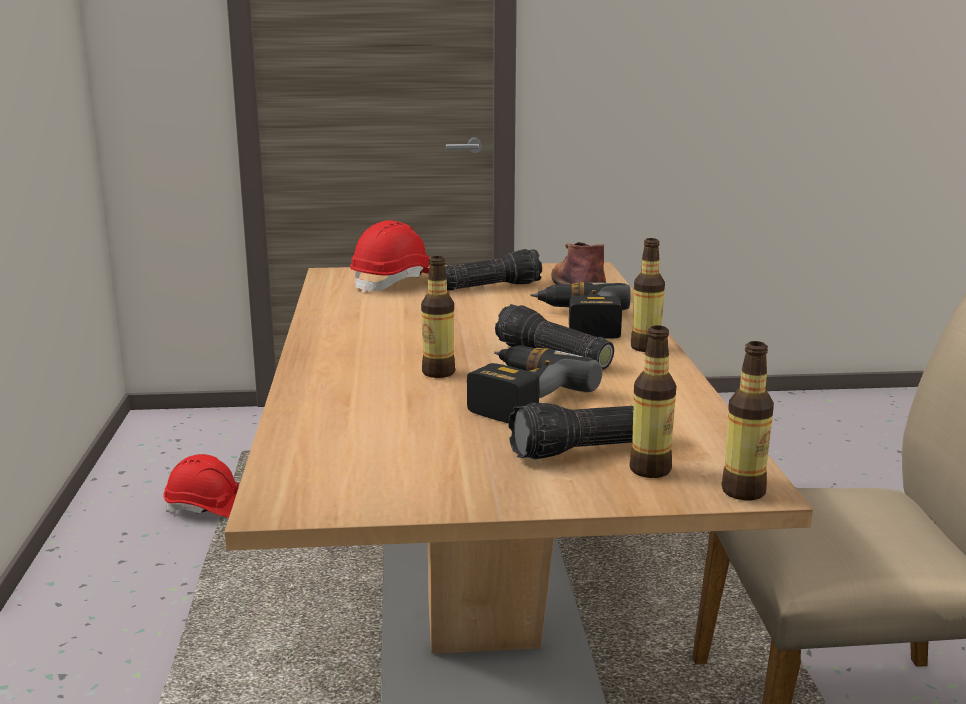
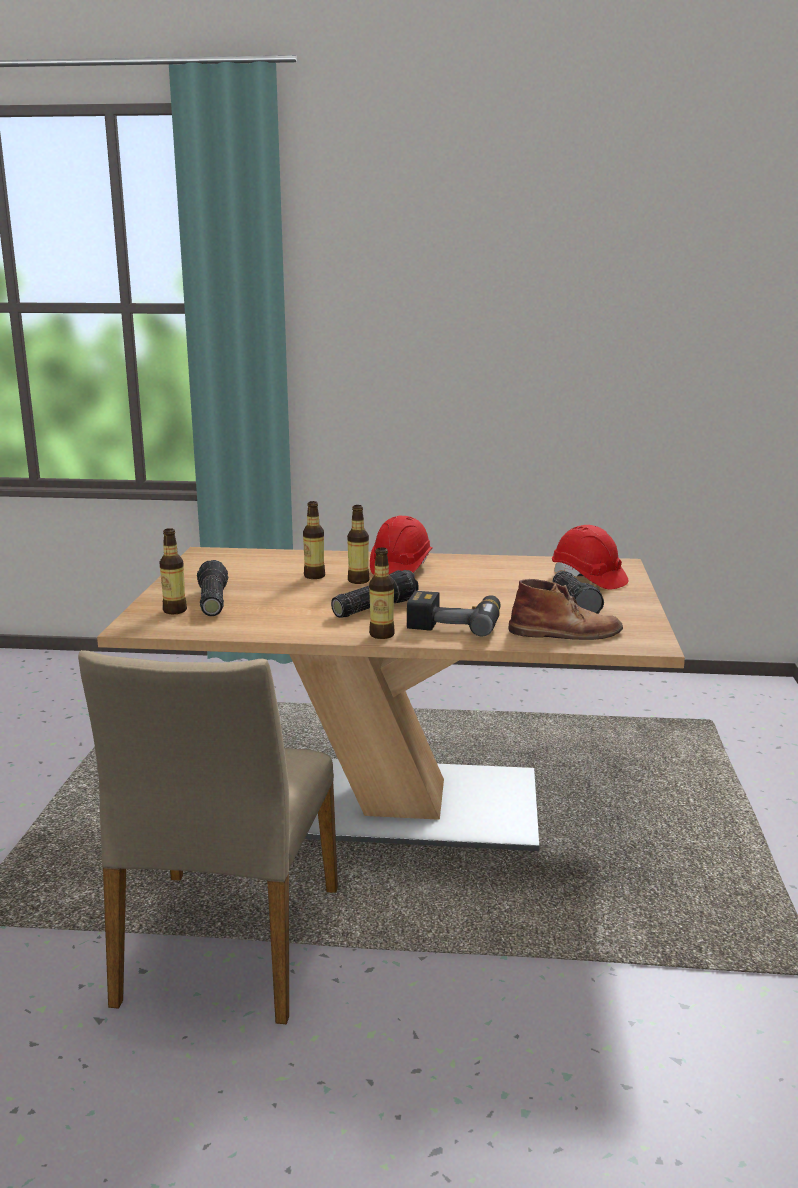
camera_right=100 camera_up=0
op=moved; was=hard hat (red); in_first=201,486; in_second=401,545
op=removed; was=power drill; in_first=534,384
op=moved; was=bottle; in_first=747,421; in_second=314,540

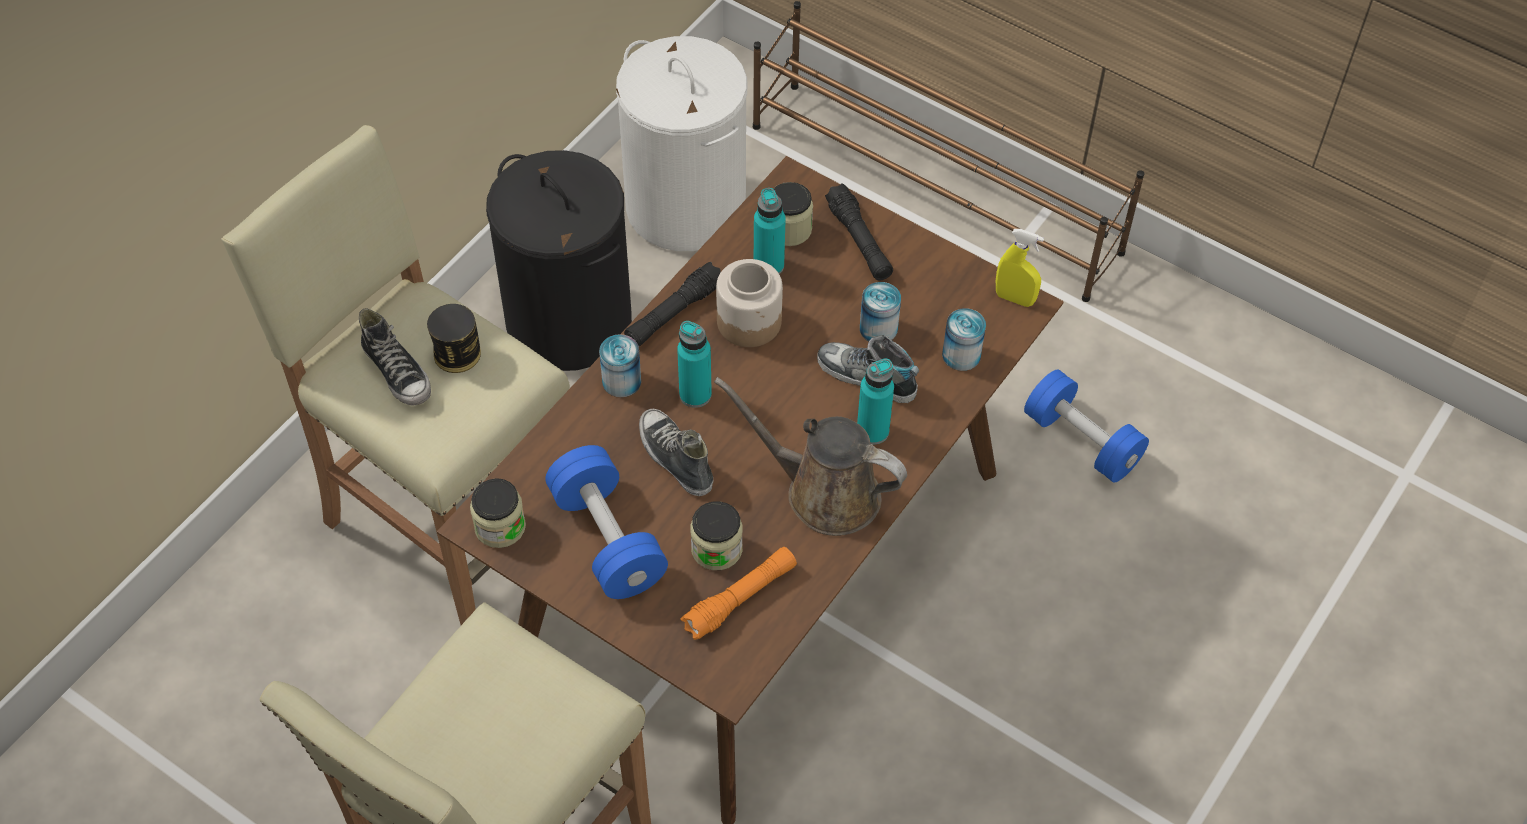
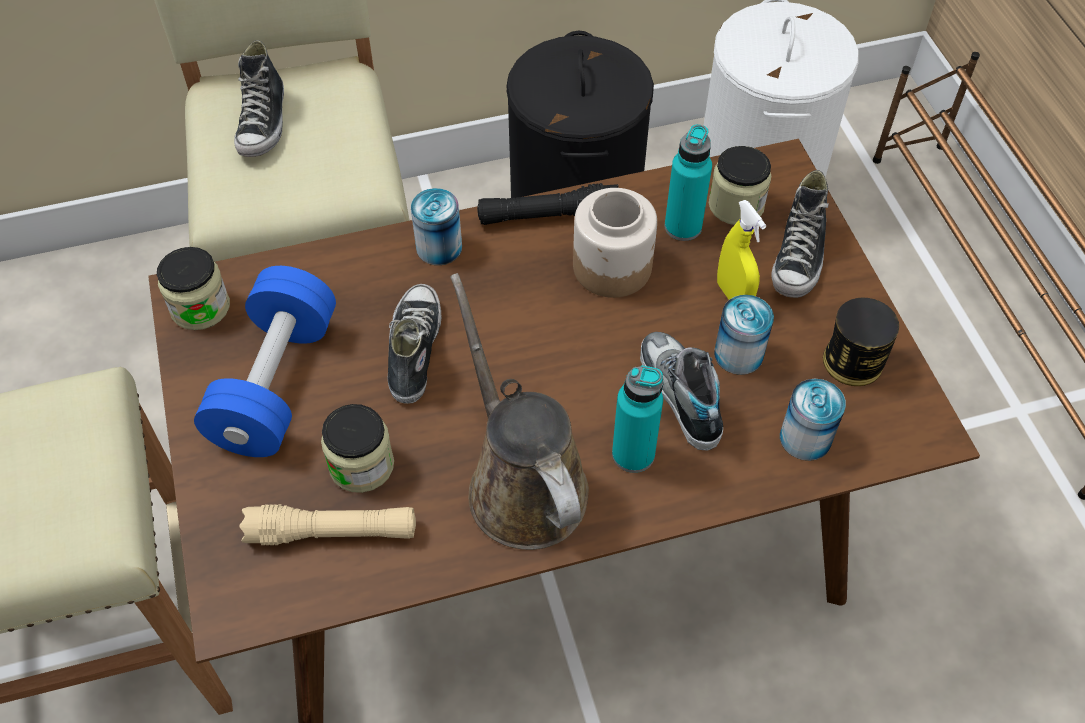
camera_right=40 camera_up=0
op=moved; was=can; in_first=454,338; in_second=861,341
op=removed; was=bottle (turquoise); in_first=694,364
op=recoloured; was=flashlight (orange); now=flashlight (beige); in_first=738,593; in_second=328,524
op=replaced; was=flashlight (black); now=shoe; in_first=859,232; in_second=800,234
op=moved; was=spray bottle (yellow); in_first=1020,268; in_second=741,250
op=removed; was=dumbbell (blue); in_first=1086,426

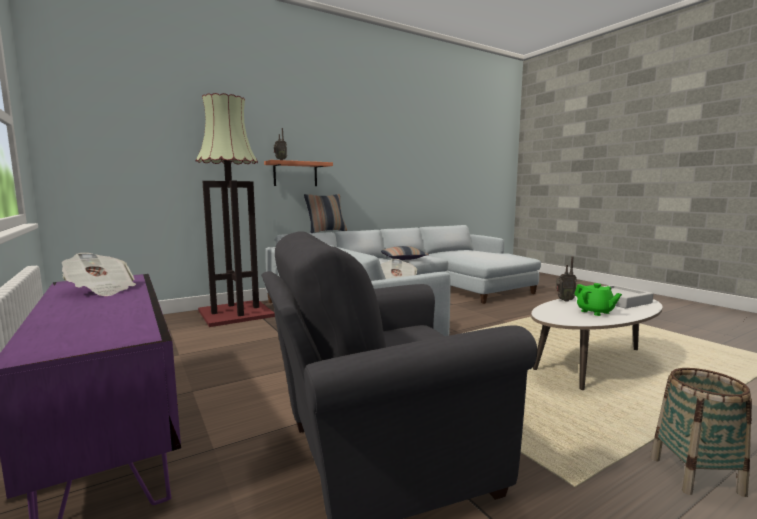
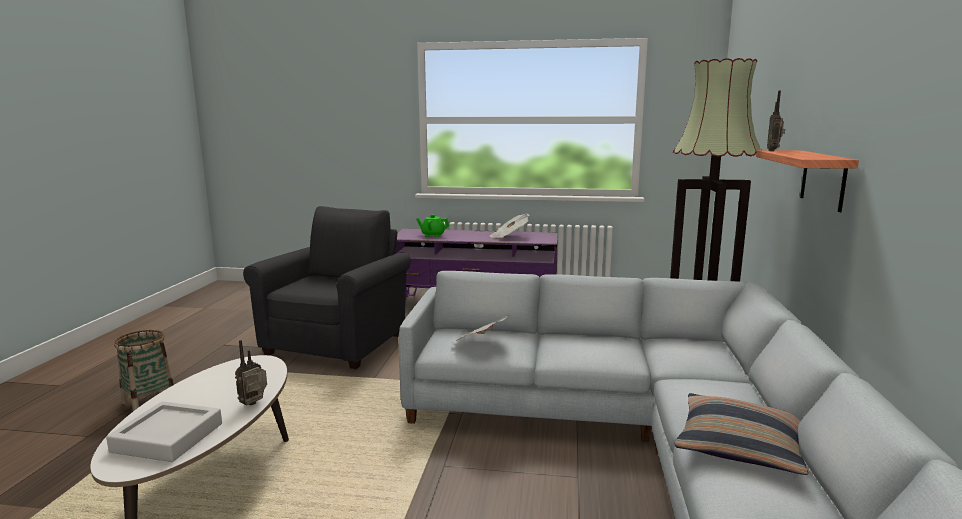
camera_right=130 camera_up=5
op=removed; was=pillow; in_first=325,213
op=moved; was=teapot (green); in_first=598,299; in_second=432,226

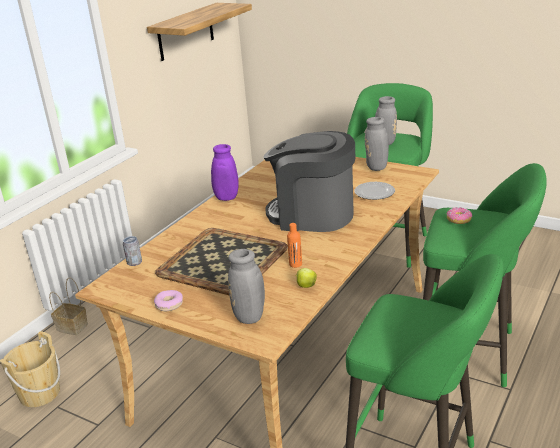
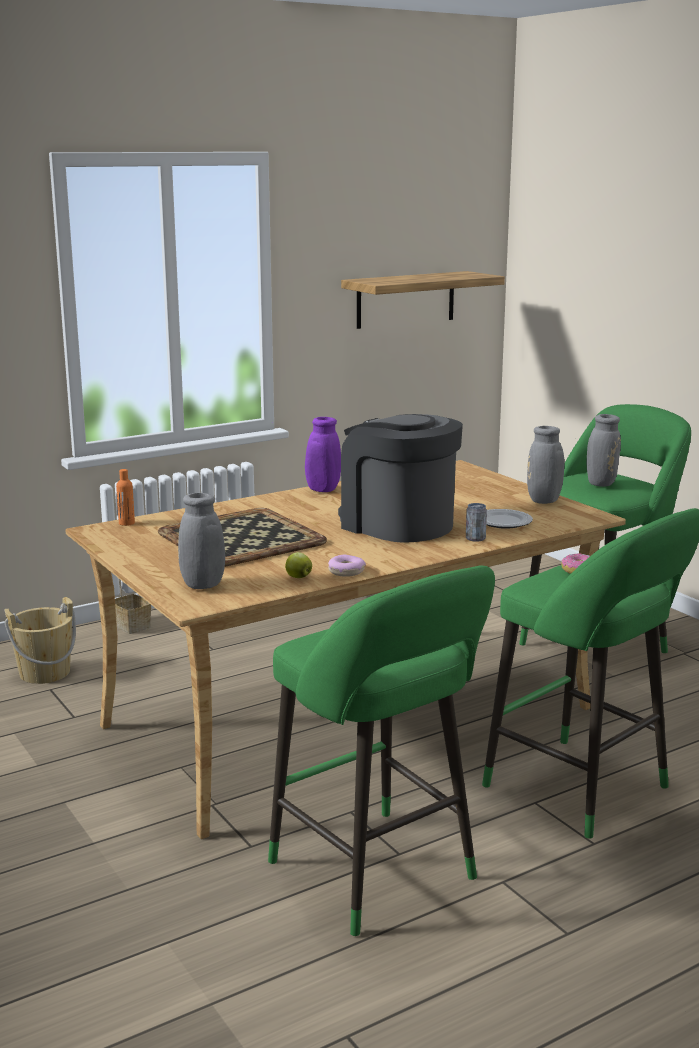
camera_right=25 camera_up=-10
op=moved; was=can; in_first=132,251; in_second=476,522
op=moved; was=donut; in_first=168,300; in_second=347,565
op=moved; was=bottle (orange); in_first=294,245; in_second=125,497

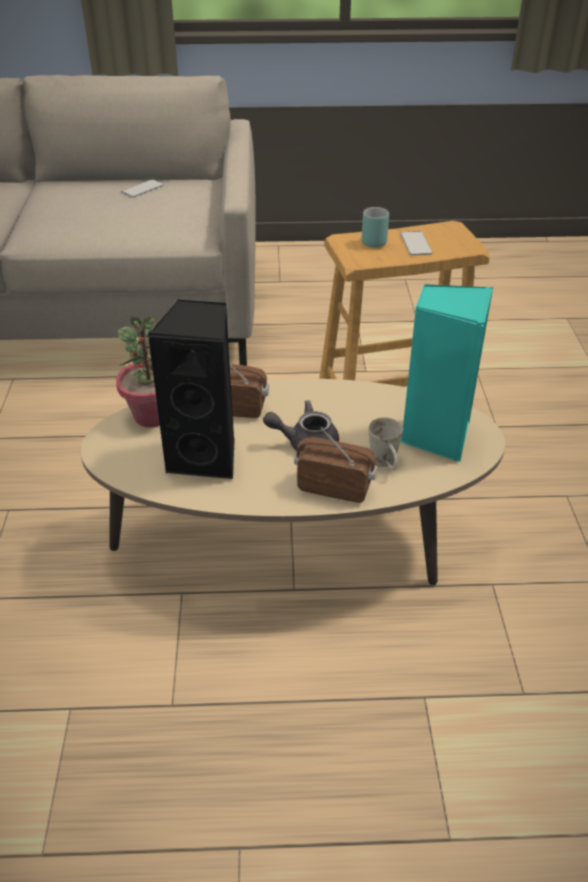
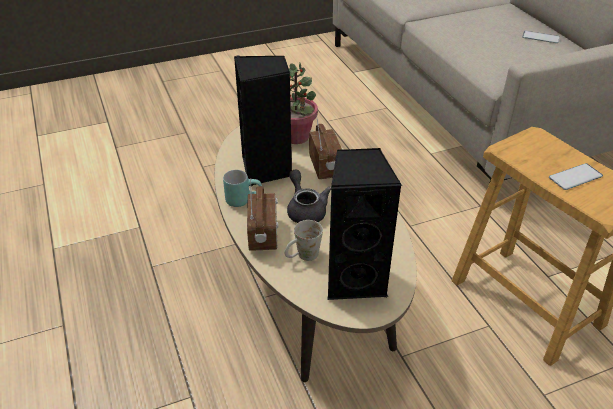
camera_right=70 camera_up=0
op=moved; was=mug (turquoise); in_first=375,227; in_second=242,188
op=recoloured; was=speaker (turquoise); now=speaker (black); in_first=447,373; in_second=364,224

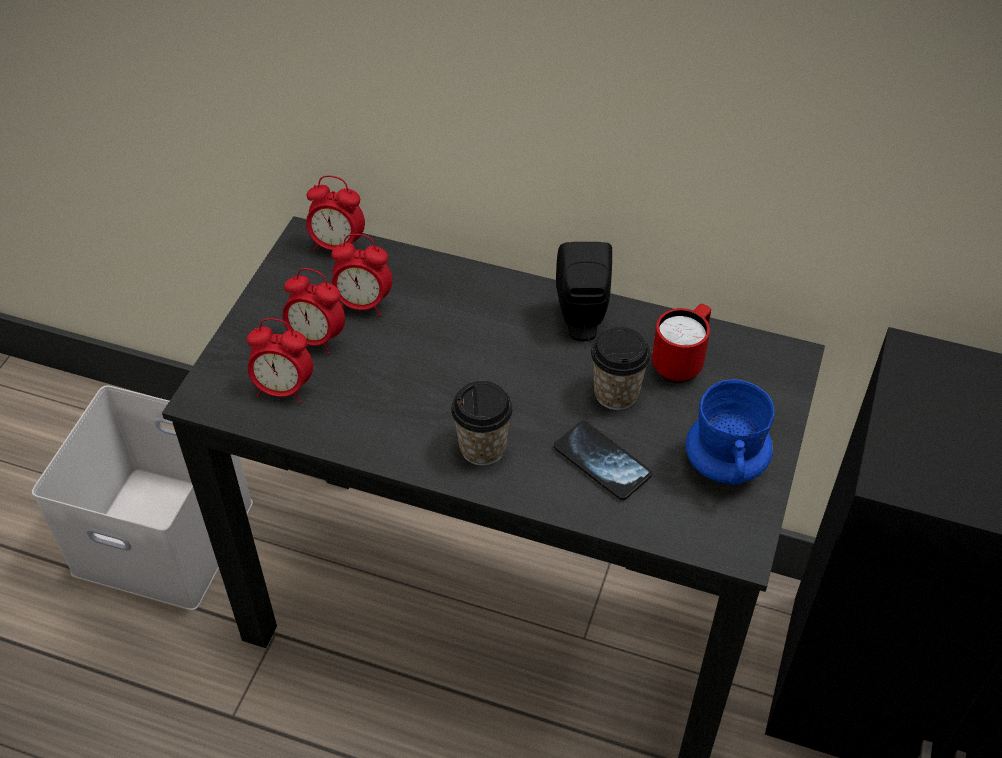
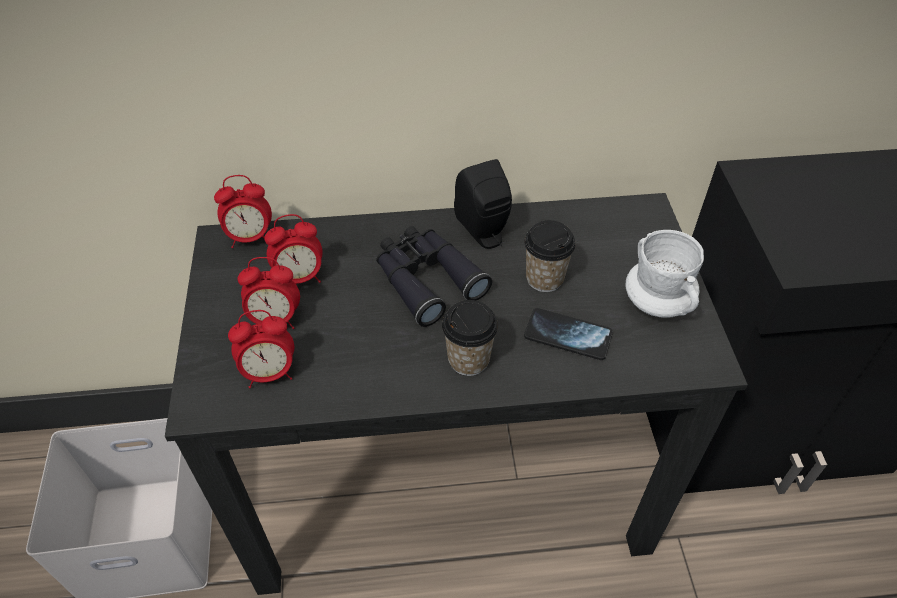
camera_right=-25 camera_up=0
op=removed; was=mug (red); in_first=681,343
op=recoloured; was=mug (blue); now=mug (white); in_first=730,432; in_second=664,274
op=added; now=binoculars (black); in_second=434,276

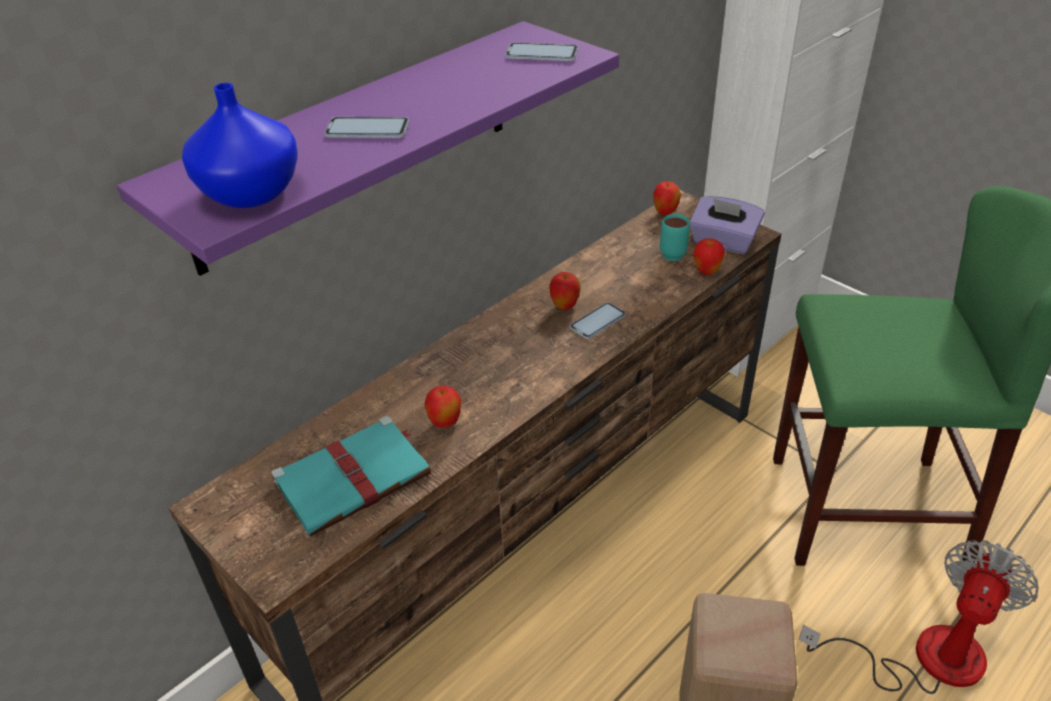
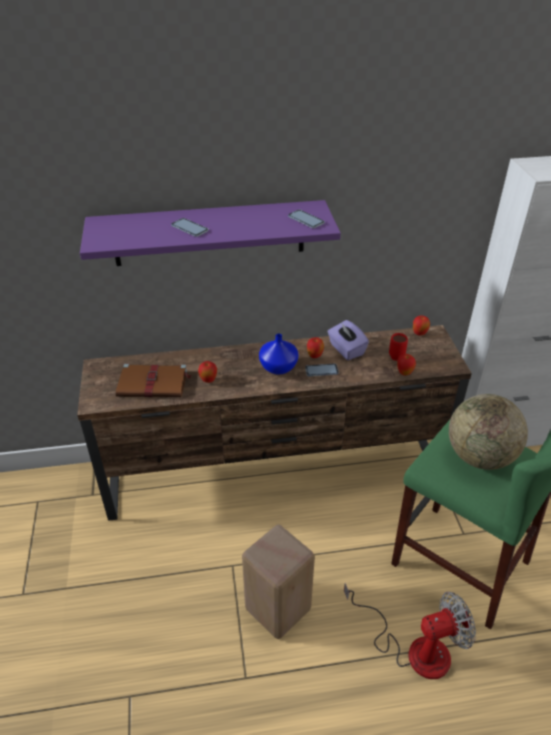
camera_right=35 camera_up=0
op=moved; was=vase (blue); in_first=240,145; in_second=278,354
op=recoloured; was=book (turquoise); now=book (brown); in_first=351,476; in_second=153,380
op=recoloured; was=mug (turquoise); now=mug (red); in_first=675,237; in_second=398,347
op=moved; was=tissue box (purple); in_first=727,225; in_second=348,340
op=added; now=globe; in_second=488,432

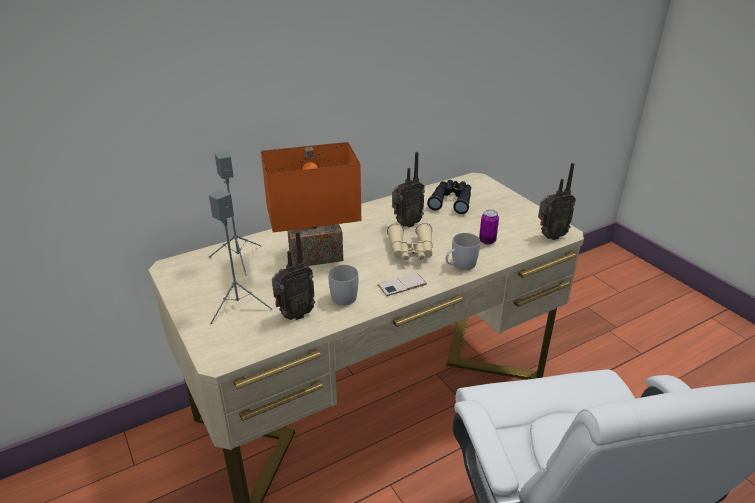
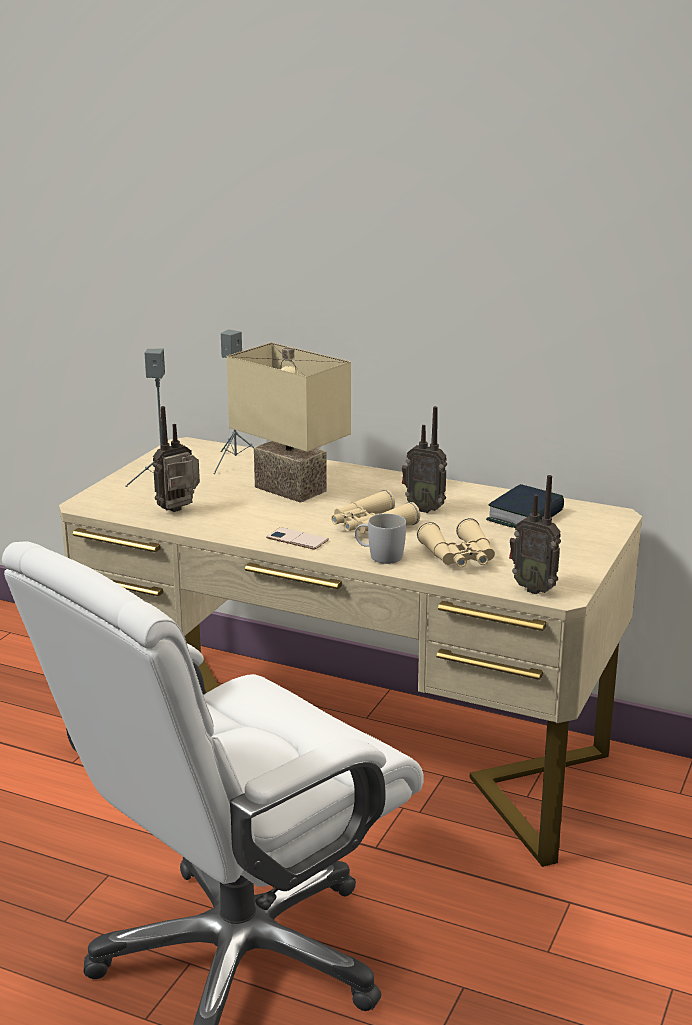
camera_right=55 camera_up=-10
op=recoloured; was=table lamp (orange); now=table lamp (beige); in_first=311,204; in_second=288,422
op=turned; was=radio; in_first=293,275; in_second=176,459; clockwise=120
op=removed; was=mug (white); in_first=343,285
op=replaced; was=binoculars (black); now=book; in_first=449,197; in_second=525,506
op=replaced; was=can; now=binoculars (beige); in_first=489,227; in_second=456,542

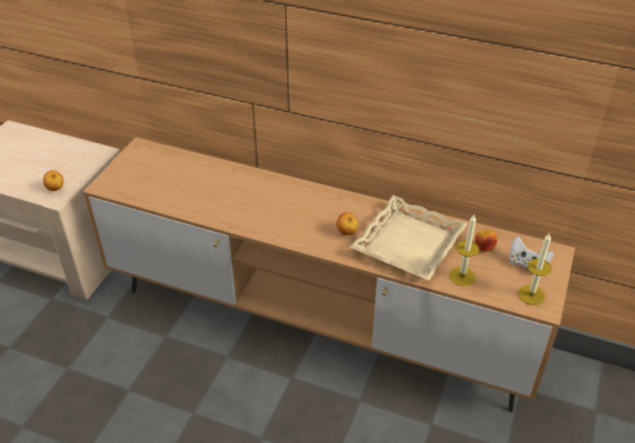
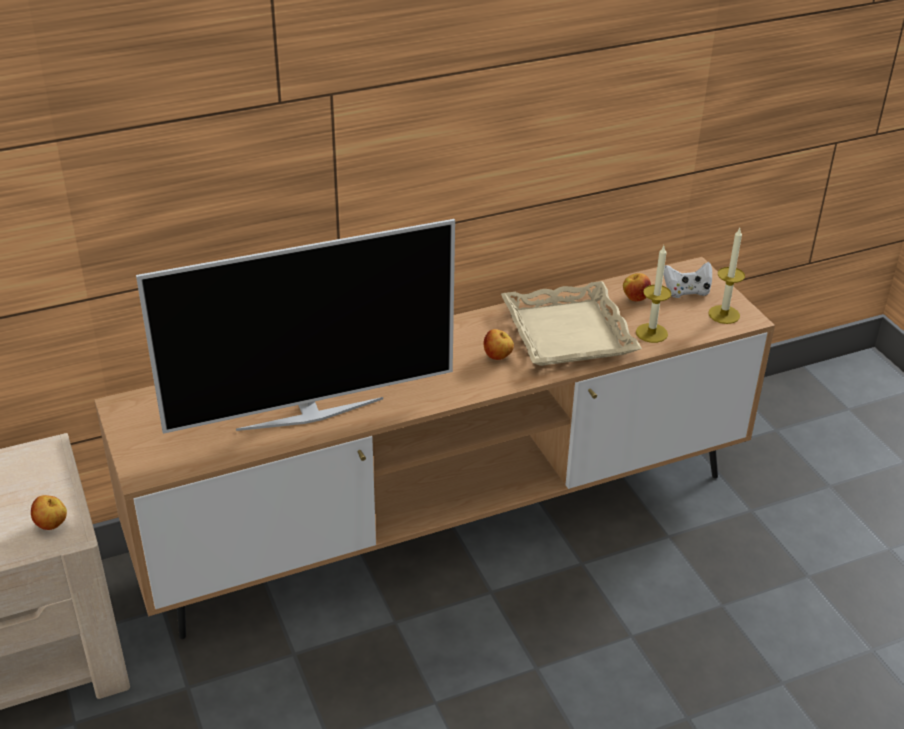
camera_right=-45 camera_up=-5
op=added; now=television; in_second=295,326

